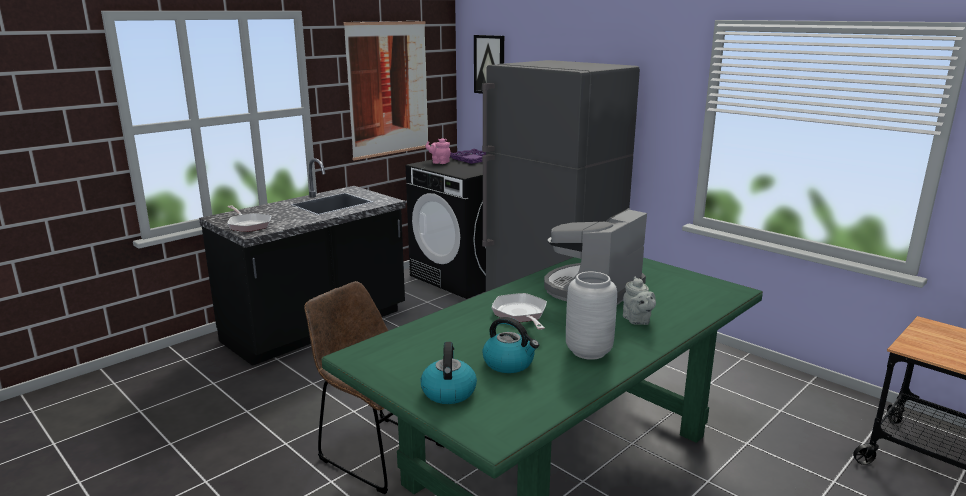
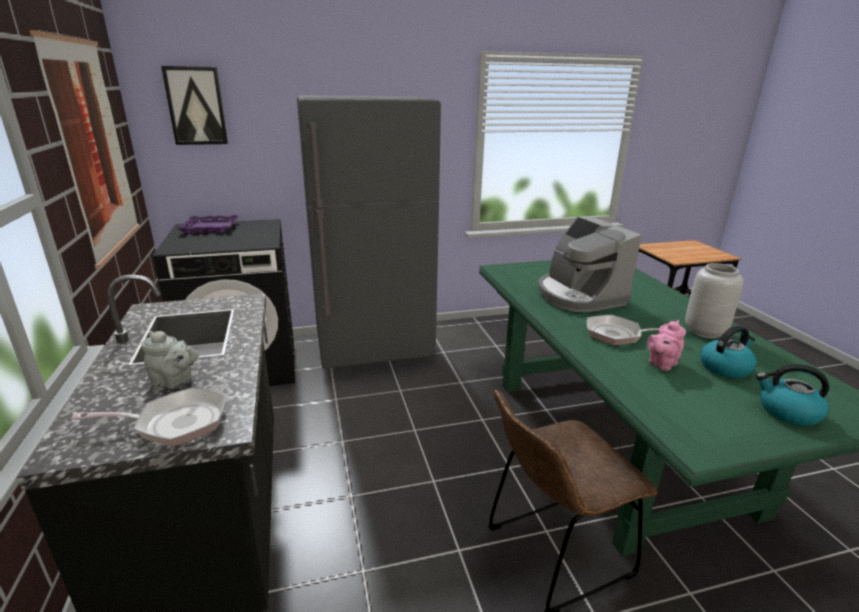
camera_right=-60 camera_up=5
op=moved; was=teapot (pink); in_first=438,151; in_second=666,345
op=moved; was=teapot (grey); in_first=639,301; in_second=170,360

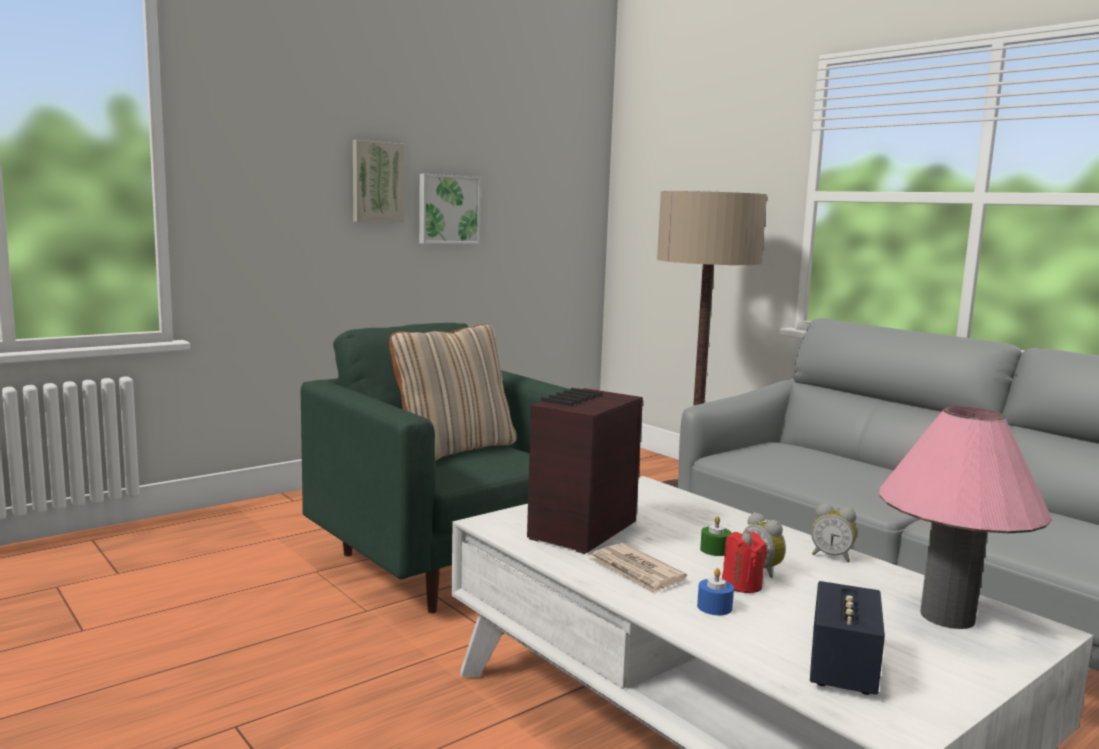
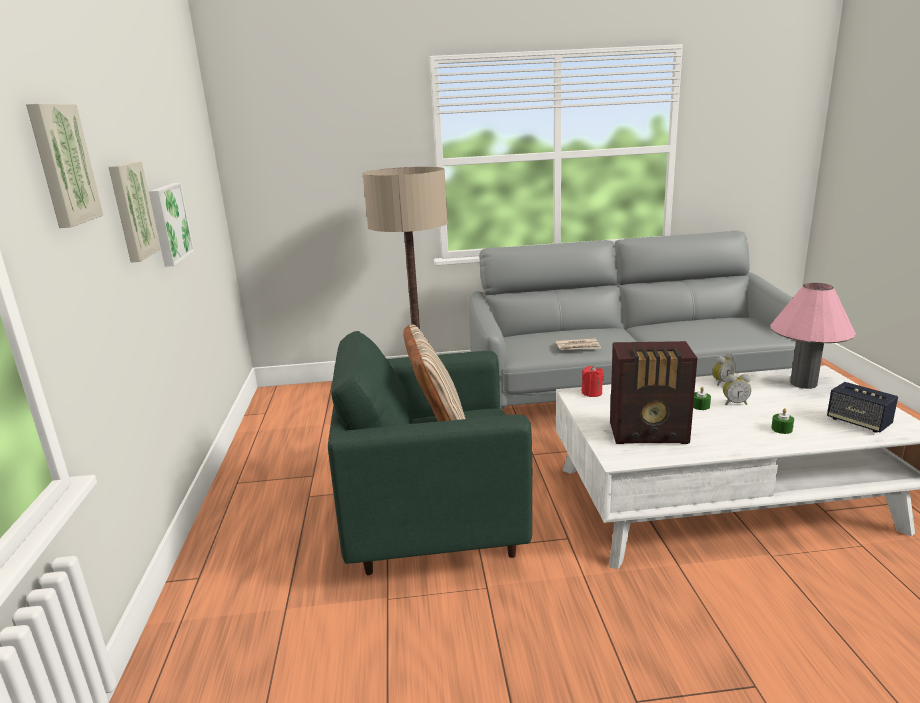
camera_right=-55 camera_up=10
op=turned; was=radio; in_first=585,471; in_second=653,392; clockwise=-60
op=moved; was=newspaper; in_first=638,569; in_second=578,344
op=recoloured; was=candle (blue); now=candle (green); in_first=715,591; in_second=782,421
op=moved; was=candle (red); in_first=744,561; in_second=593,381
op=added; now=picture; in_second=64,166

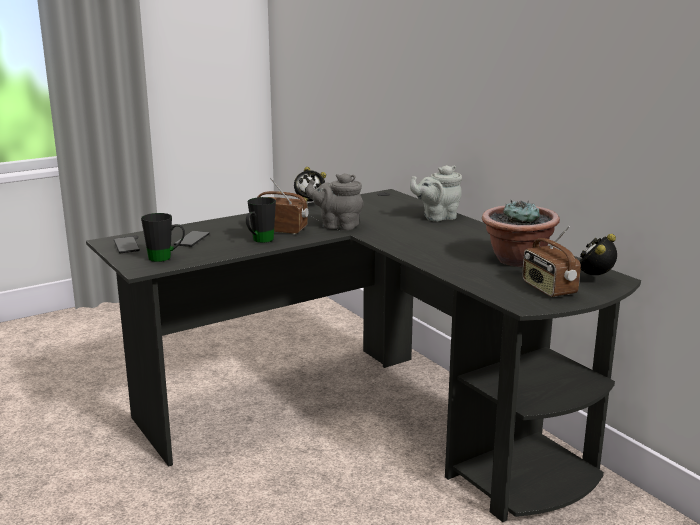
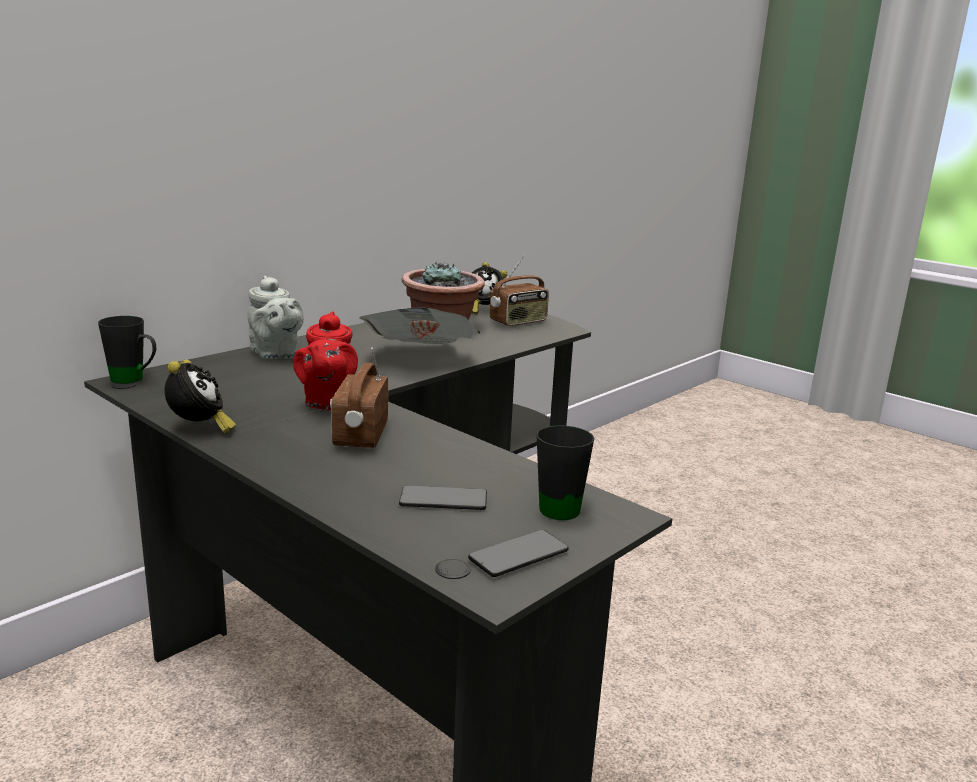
camera_right=-105 camera_up=0
op=moved; was=mug (black); in_first=261,220; in_second=127,350
op=recoloured; was=teapot (grey); now=teapot (red); in_first=335,201; in_second=325,361
op=added; now=newspaper; in_second=419,326

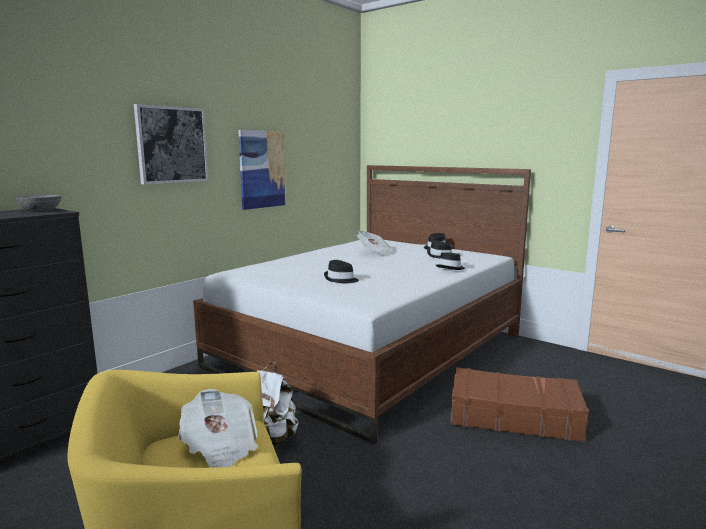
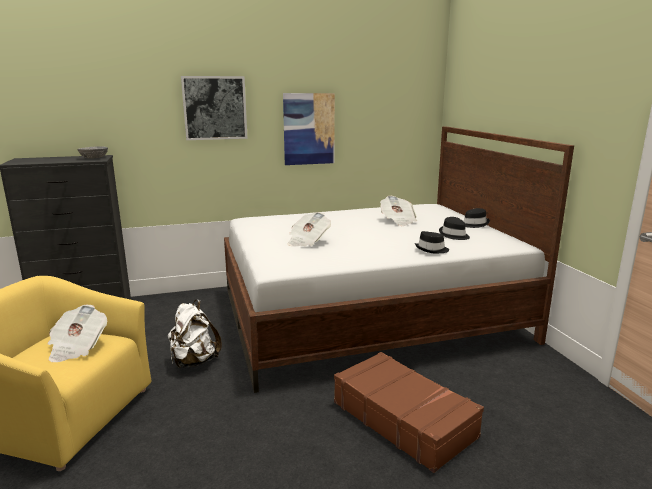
camera_right=35 camera_up=5
op=replaced; was=hat (black); now=newspaper; in_first=341,271; in_second=309,229

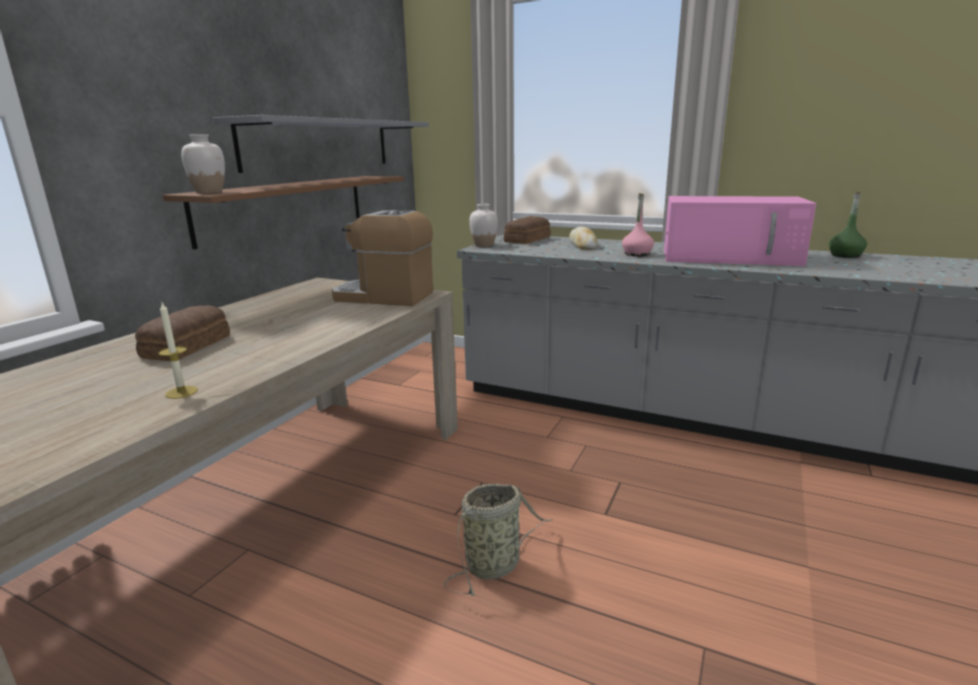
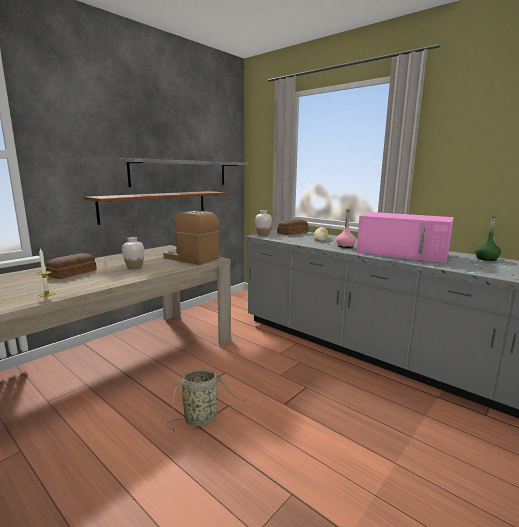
camera_right=15 camera_up=-5
op=moved; was=vase (white); in_first=203,163; in_second=133,253

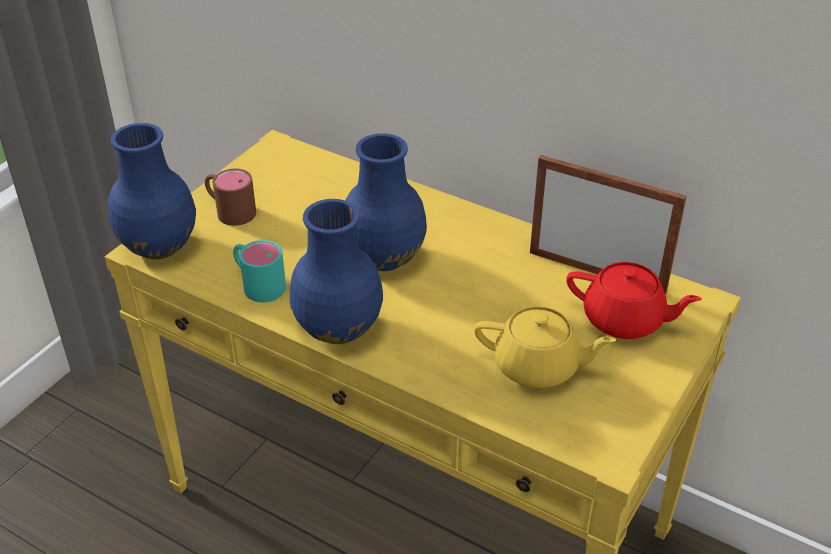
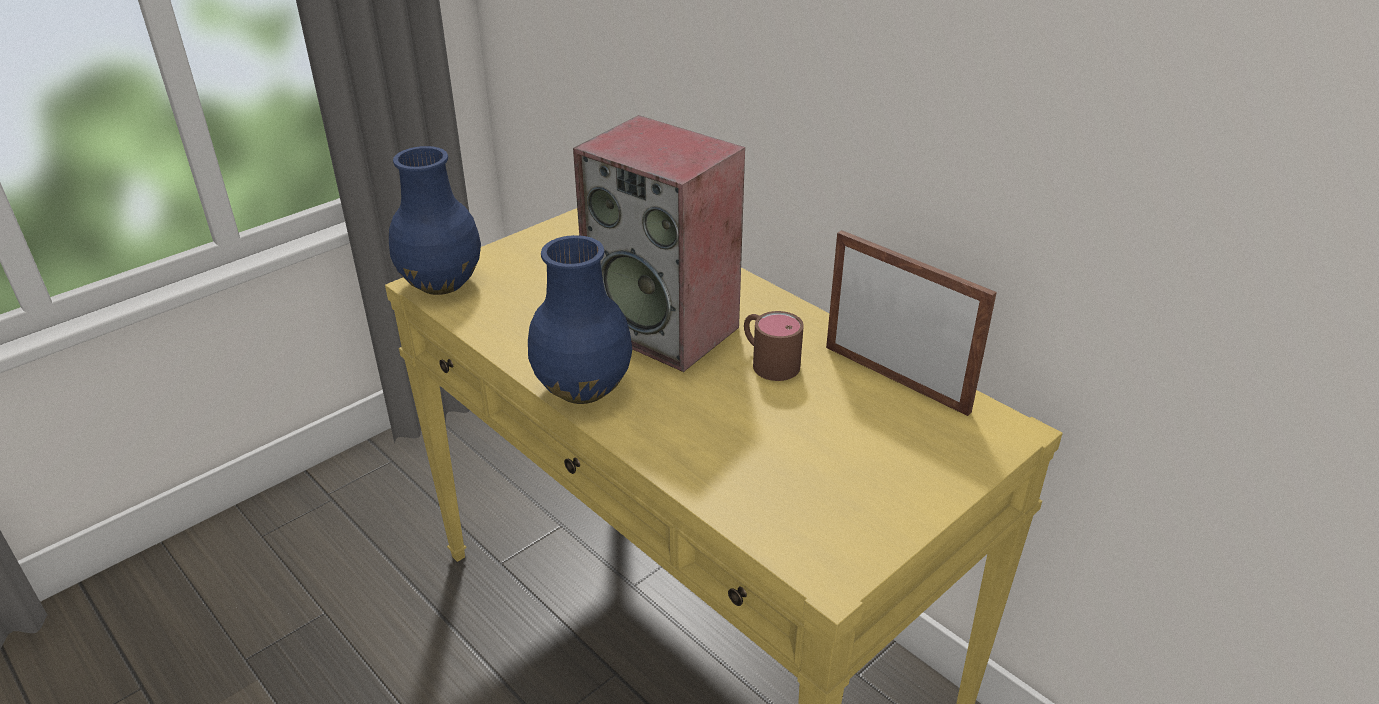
camera_right=15 camera_up=-5
op=moved; was=mug (brown); in_first=230,197; in_second=774,346
op=removed; was=mug (turquoise); in_first=259,271
op=replaced; was=vase (blue); now=speaker; in_first=386,202; in_second=659,243
op=removed; was=teapot (yellow); in_first=545,347
op=removed; was=teapot (red); in_first=634,300

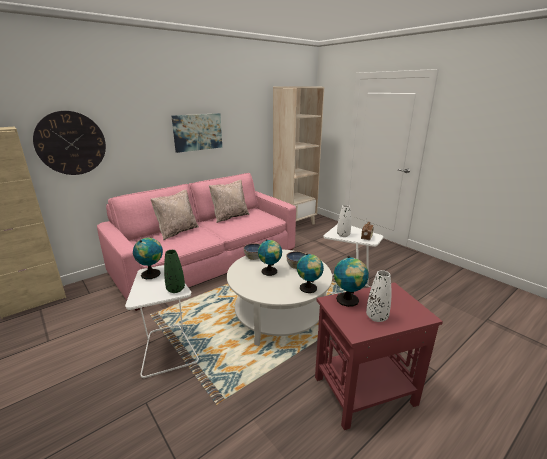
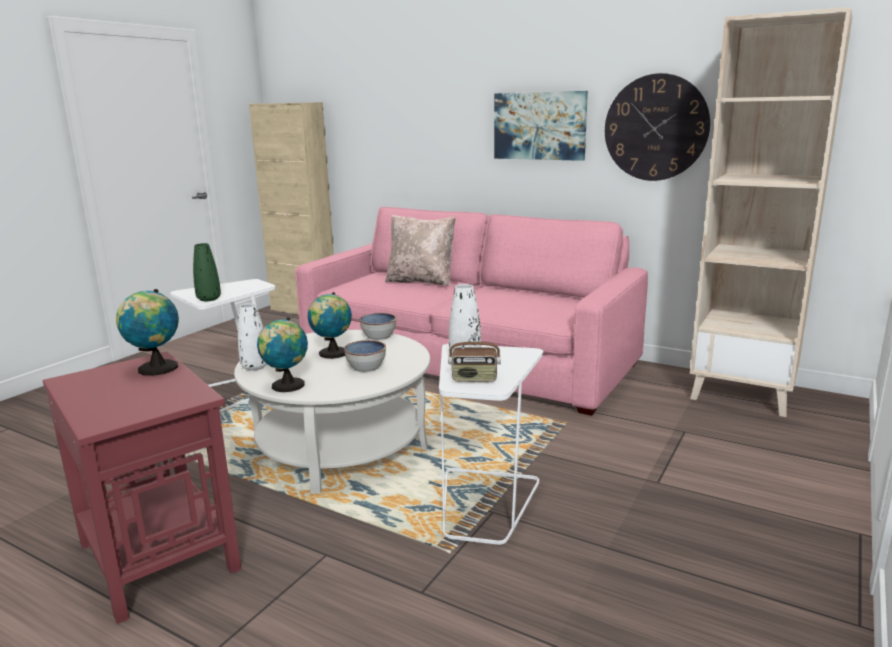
camera_right=70 camera_up=-5
op=moved; was=wall clock; in_first=69,143; in_second=657,127
op=removed; was=globe; in_first=148,258
op=removed; was=pillow (beige); in_first=229,201
op=moved; was=vase (white); in_first=378,296; in_second=252,337

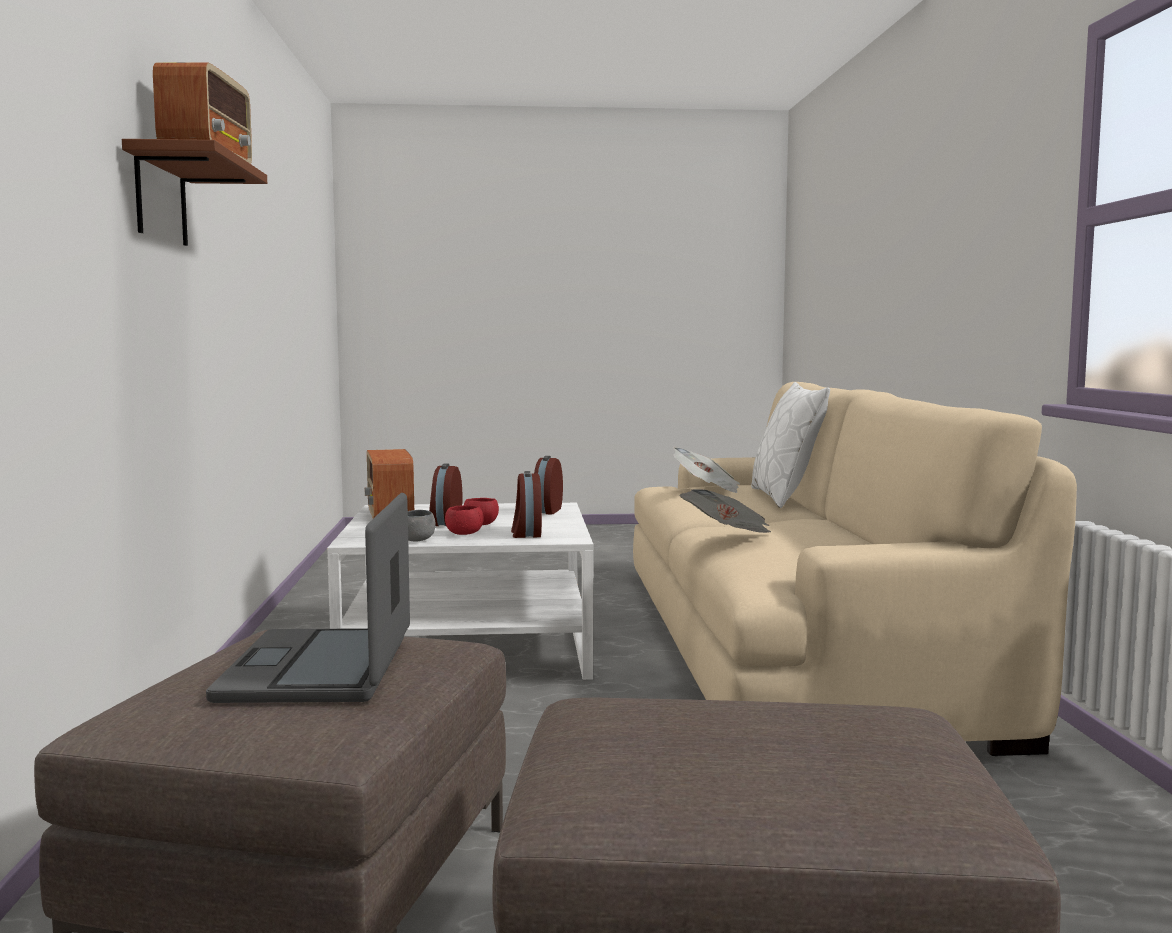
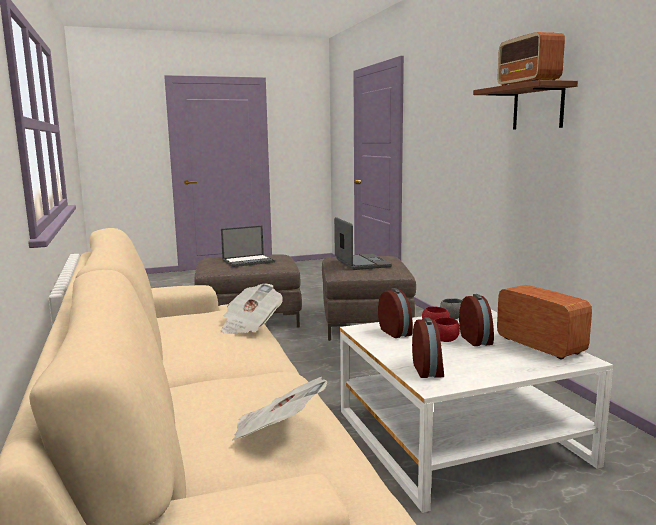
camera_right=165 camera_up=5
op=removed; was=pillow (white); in_first=790,445
op=added; now=laptop; in_second=248,246

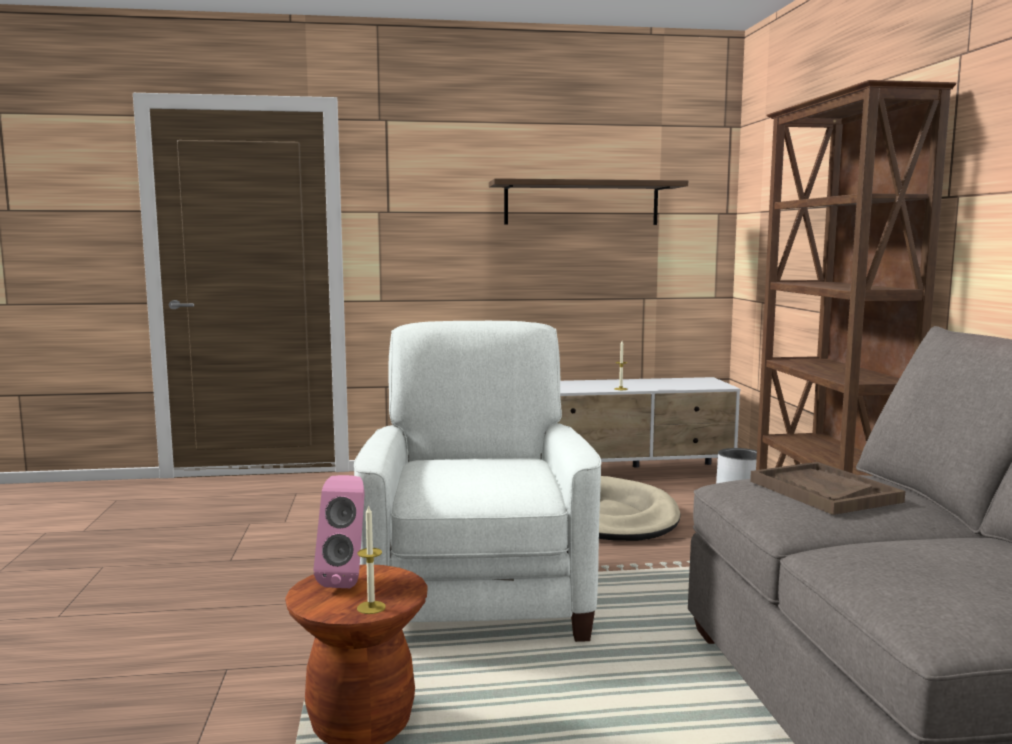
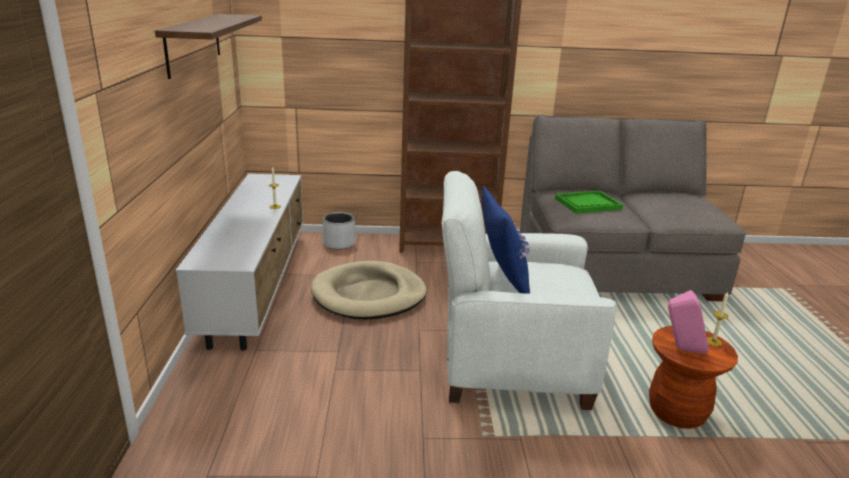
camera_right=-85 camera_up=15
op=recoloured; was=tray (brown); now=tray (green); in_first=827,488; in_second=589,202
op=added; now=pillow (blue); in_second=506,239

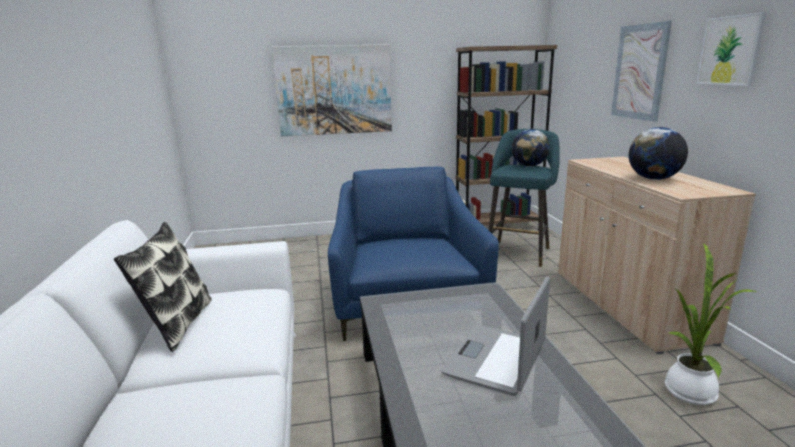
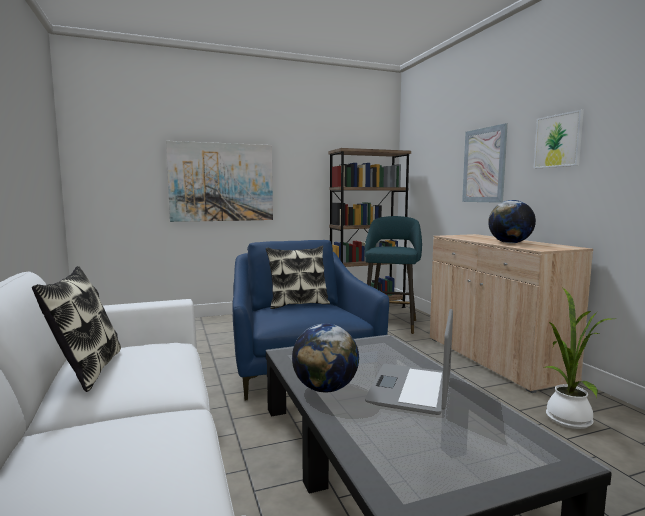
camera_right=-10 camera_up=-10
op=moved; was=globe; in_first=531,148; in_second=325,357
op=added; now=pillow; in_second=298,277

